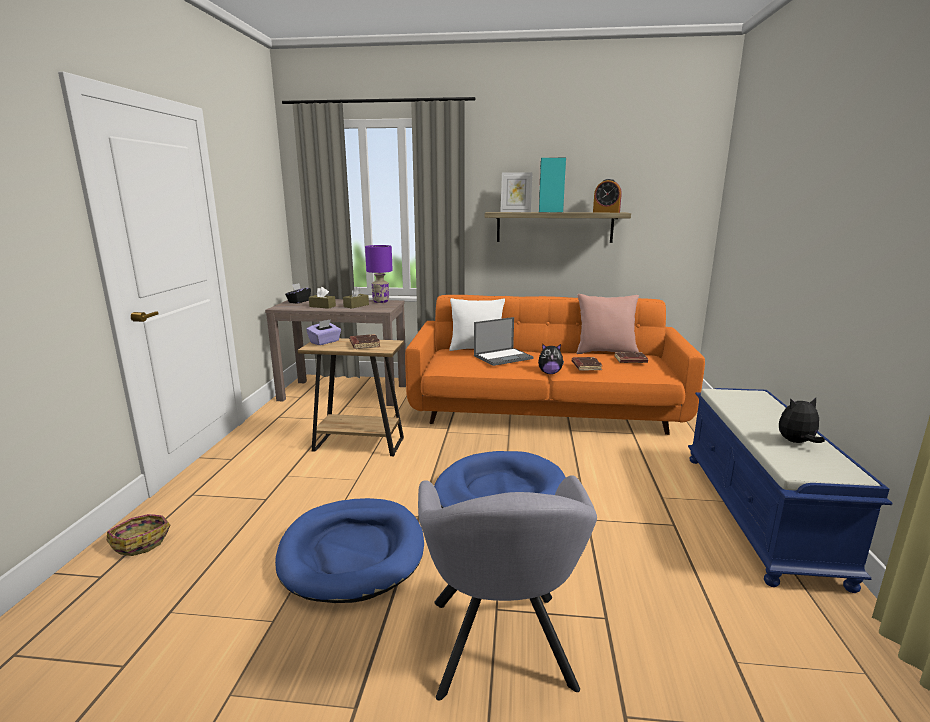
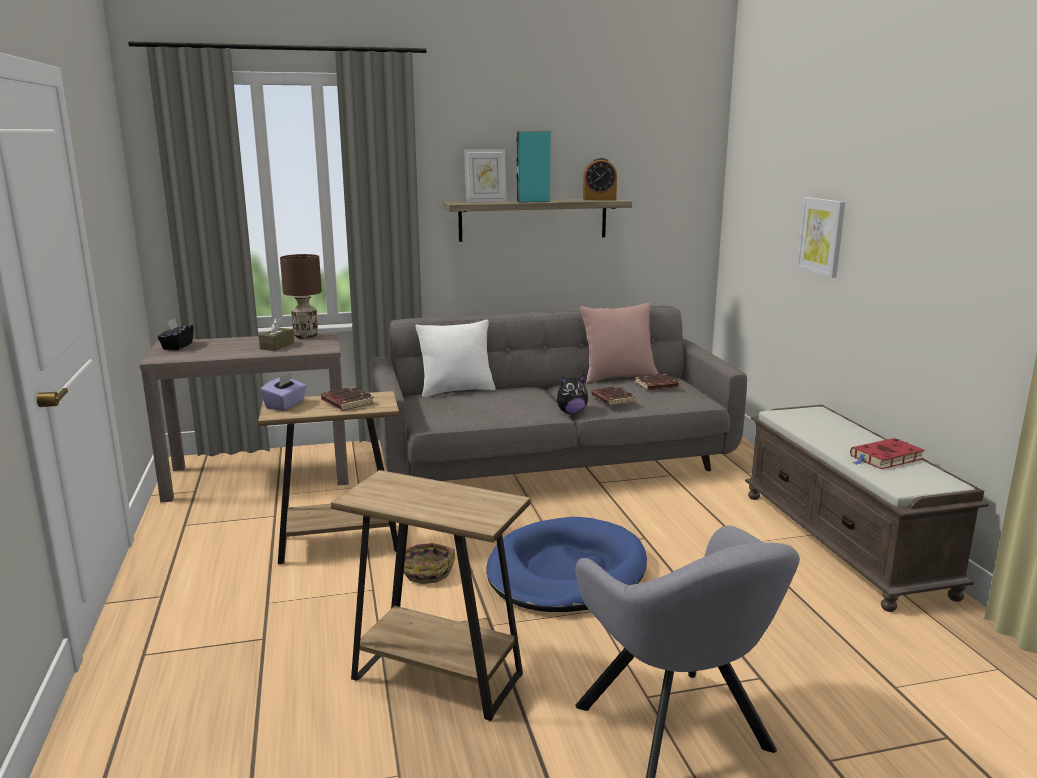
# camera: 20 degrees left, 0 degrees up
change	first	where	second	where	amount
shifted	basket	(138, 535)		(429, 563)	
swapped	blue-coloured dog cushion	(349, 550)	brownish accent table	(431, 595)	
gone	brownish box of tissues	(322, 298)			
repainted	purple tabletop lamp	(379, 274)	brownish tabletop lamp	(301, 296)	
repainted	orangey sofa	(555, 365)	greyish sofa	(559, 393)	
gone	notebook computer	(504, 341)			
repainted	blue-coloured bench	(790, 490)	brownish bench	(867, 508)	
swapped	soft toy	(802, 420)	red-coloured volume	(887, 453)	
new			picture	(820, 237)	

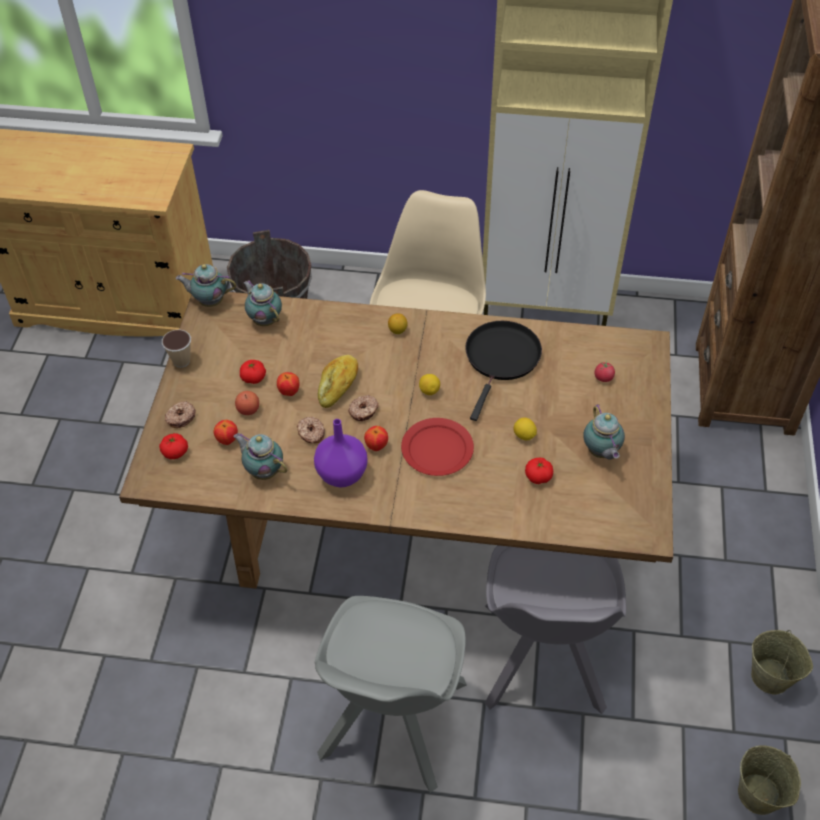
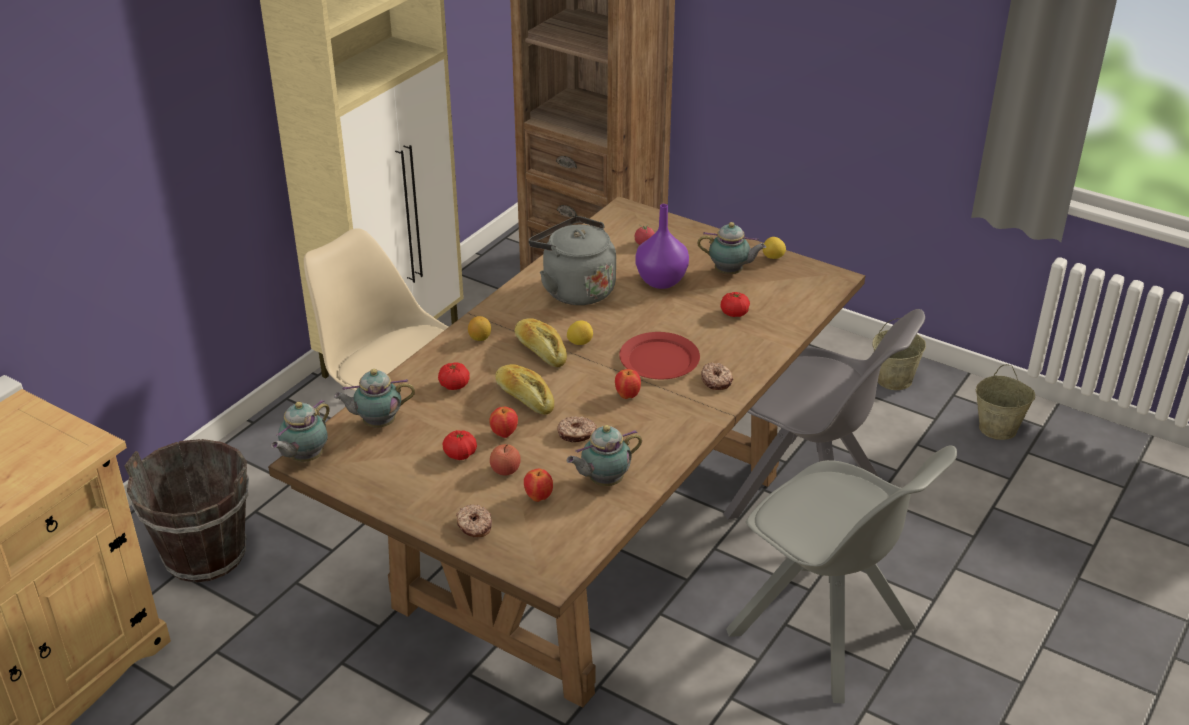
# camera: 65 degrees left, 15 degrees down
change	first	where	second	where	amount
shifted	whole tomato	(173, 446)		(454, 376)	
gone	small cup	(176, 349)			
shifted	purple flower vase	(341, 453)		(662, 246)	
shifted	donut	(363, 408)		(717, 376)	
swapped	black-coloured frying pan	(503, 371)	greyish water kettle	(572, 260)	
shifted	whole lemon	(525, 429)		(774, 248)	
new			bakery bread	(541, 342)	

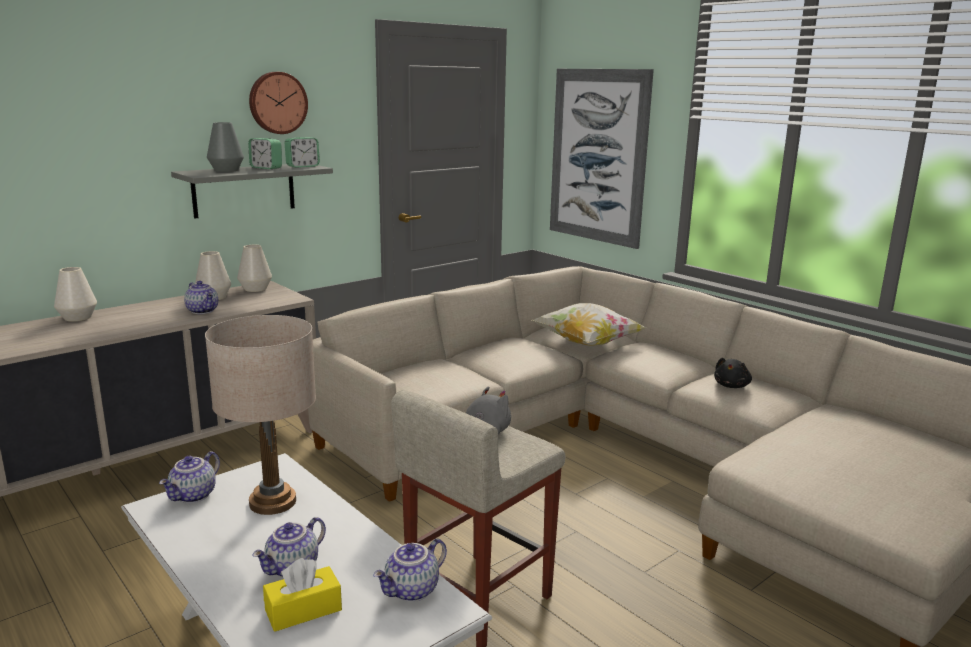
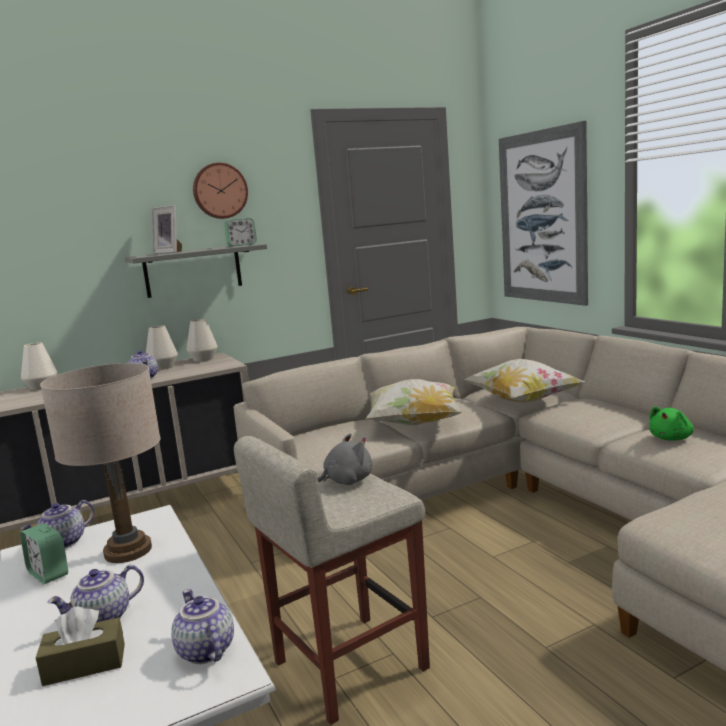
# camera: 15 degrees right, 5 degrees down
change	first	where	second	where	amount
swapped	greyish flower vase	(225, 147)	picture frame	(167, 229)	
shifted	bedside clock	(265, 153)		(44, 553)	
repainted	yellow box of tissues	(302, 595)	brownish box of tissues	(80, 646)	
rotated	pot for tea	(410, 570)		(202, 626)	90 degrees clockwise
repainted	black-coloured soft toy	(733, 373)	green soft toy	(671, 423)	
new			pillow	(415, 402)	

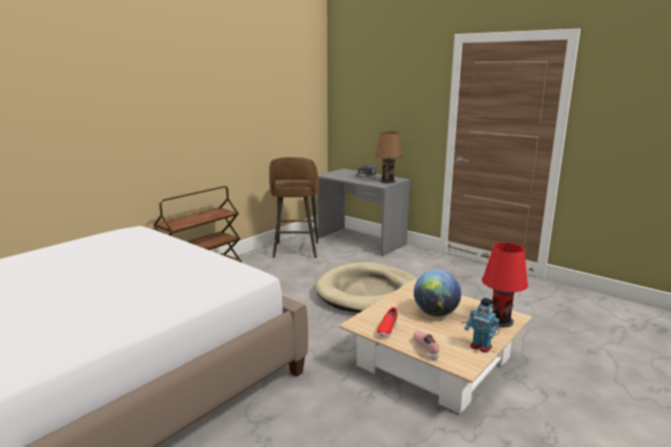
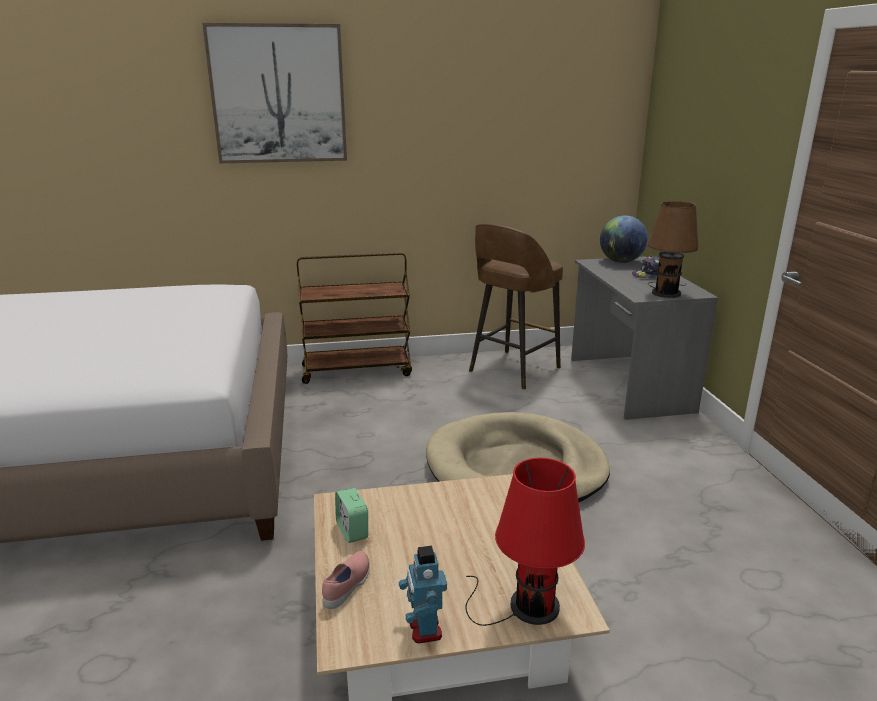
# camera: 40 degrees right, 5 degrees up
change	first	where	second	where	amount
swapped	red-coloured low shoe	(387, 322)	bedside clock	(351, 515)	
shifted	world globe	(437, 293)		(624, 239)	
new			picture	(274, 93)	

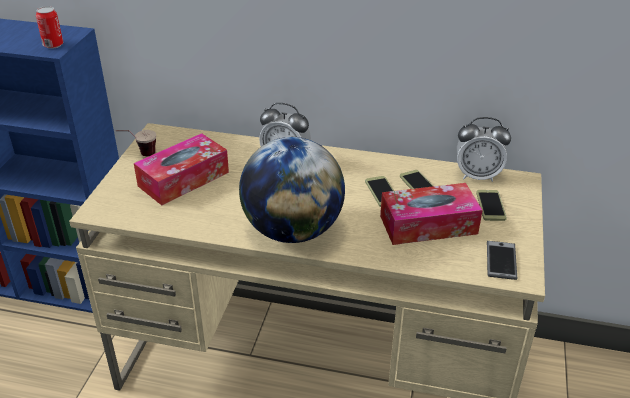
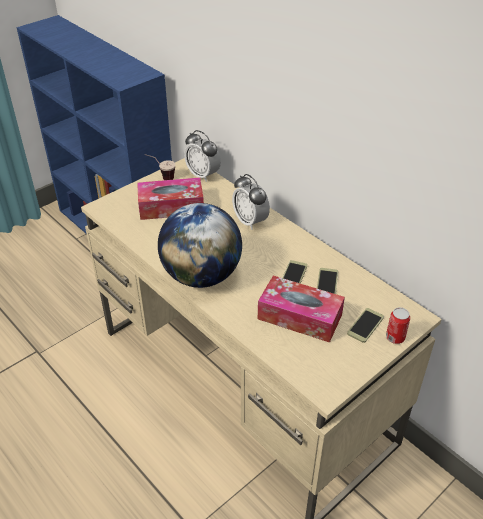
# camera: 35 degrees right, 5 degrees up
change	first	where	second	where	amount
shifted	metal can	(49, 27)		(398, 325)	
shifted	bedside clock	(484, 149)		(202, 156)	
gone	handset	(502, 260)			

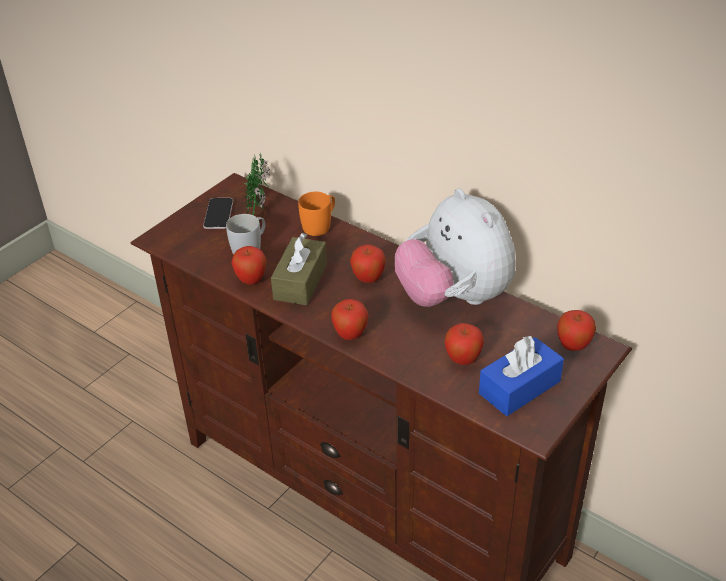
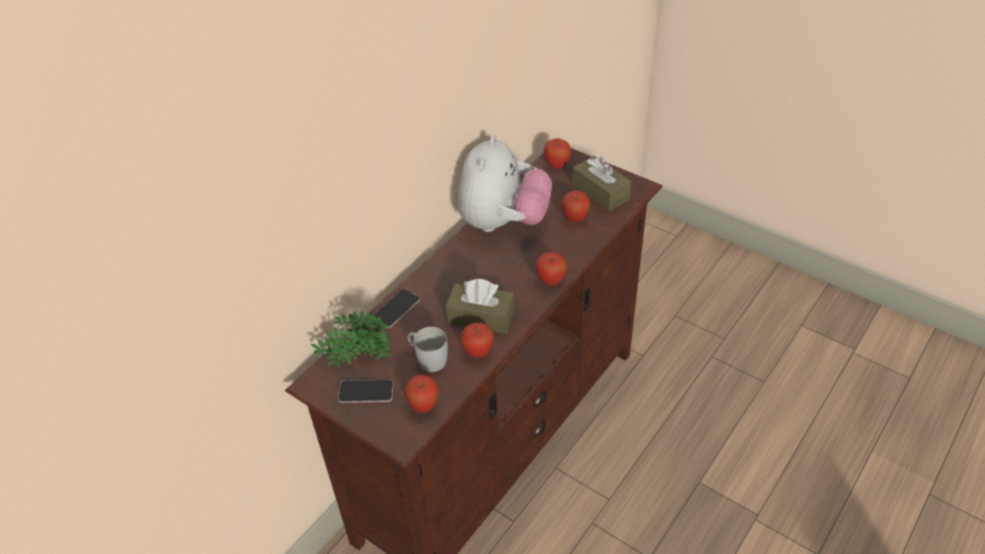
# camera: 90 degrees left, 5 degrees up
change	first	where	second	where	amount
swapped	orangey coffee mug	(316, 214)	handset	(397, 308)	
shifted	apple fruit	(368, 263)		(421, 393)	
rotated	soft toy	(455, 247)		(505, 183)	45 degrees counterclockwise
repainted	blue-coloured box of tissues	(521, 376)	brownish box of tissues	(602, 183)	

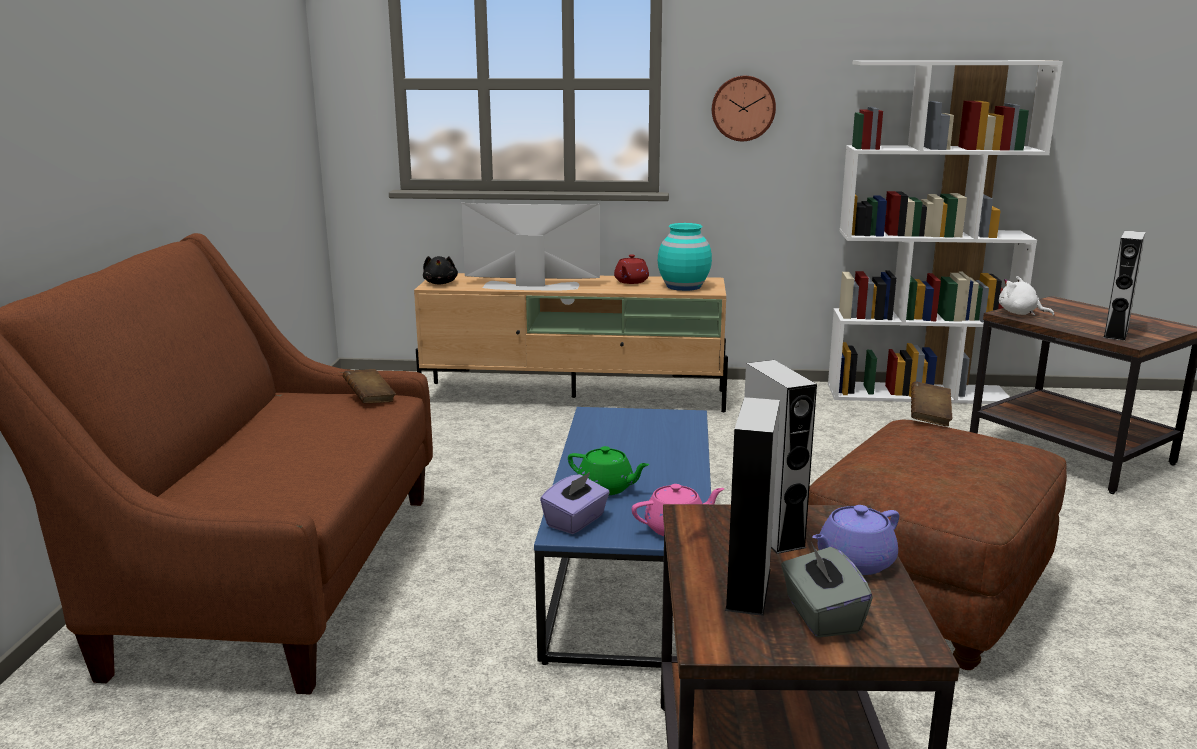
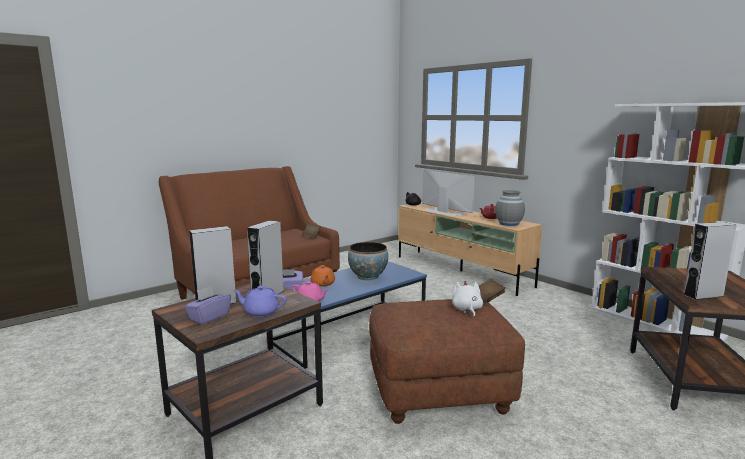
# camera: 45 degrees right, 5 degrees down
change	first	where	second	where	amount
repainted	green pot for tea	(609, 470)	orangey pot for tea	(323, 276)	
repainted	blue-green flower vase	(685, 257)	greyish flower vase	(510, 208)	
gone	clock on the wall	(744, 108)			
repainted	greyish box of tissues	(827, 589)	purple box of tissues	(207, 305)	
shifted	whitish soft toy	(1026, 296)		(467, 299)	
new			serving bowl	(368, 261)	

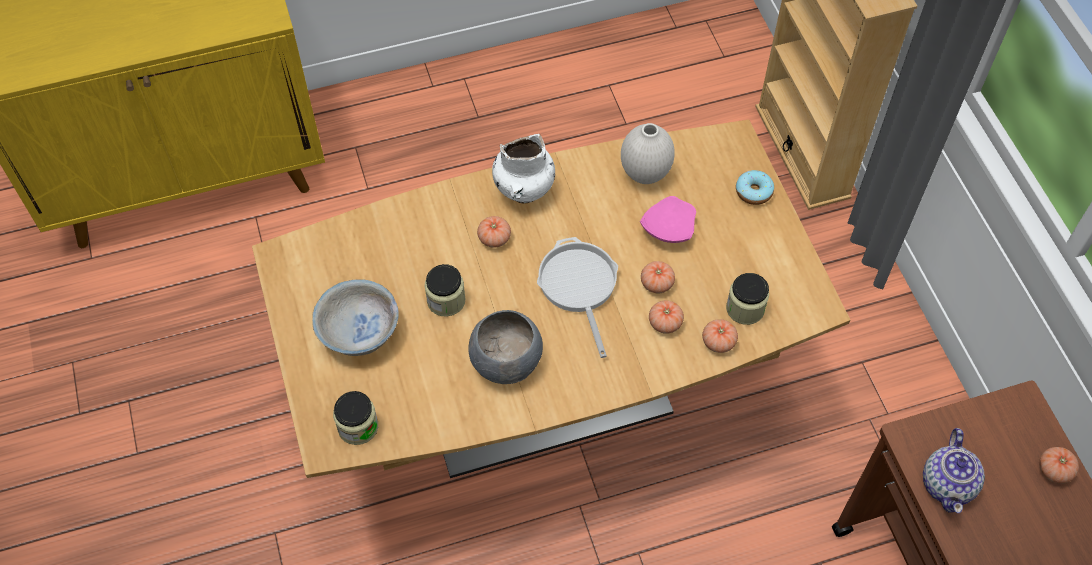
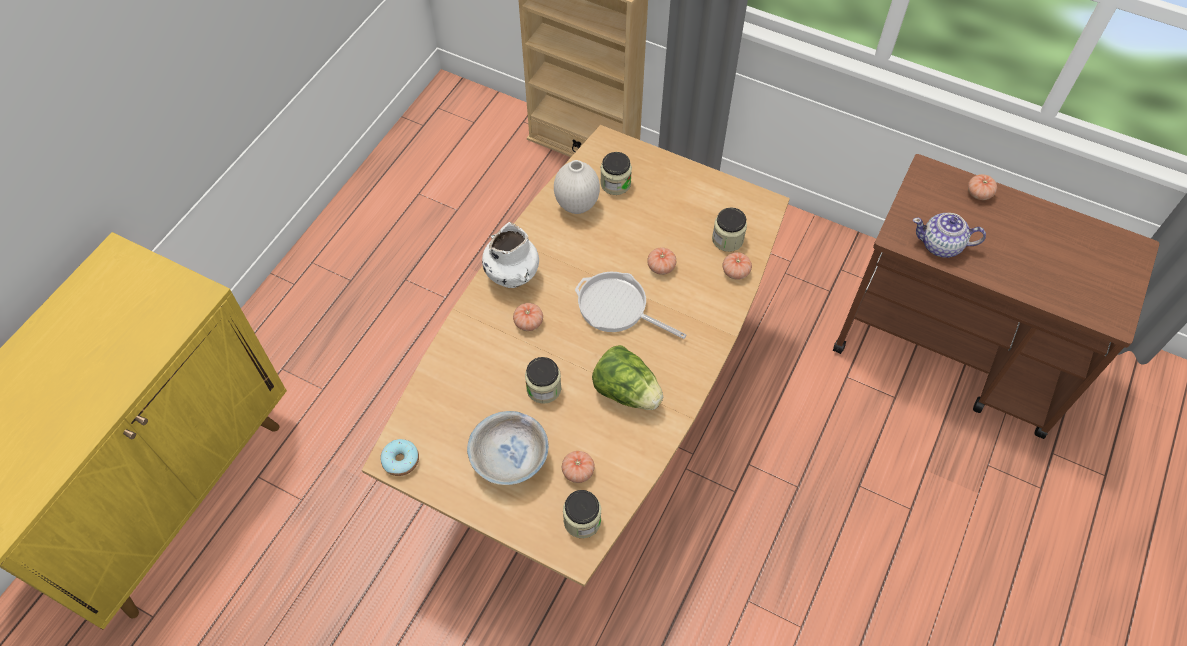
# camera: 45 degrees left, 0 degrees up
change	first	where	second	where	amount
swapped	greyish serving bowl	(505, 347)	lettuce	(627, 377)	
gone	pink plate	(668, 219)			
shifted	whole tomato	(666, 317)		(578, 467)	
shifted	donut	(755, 187)		(400, 457)	
rotated	pot for tea	(954, 470)		(949, 235)	135 degrees clockwise
new			jar	(616, 173)	

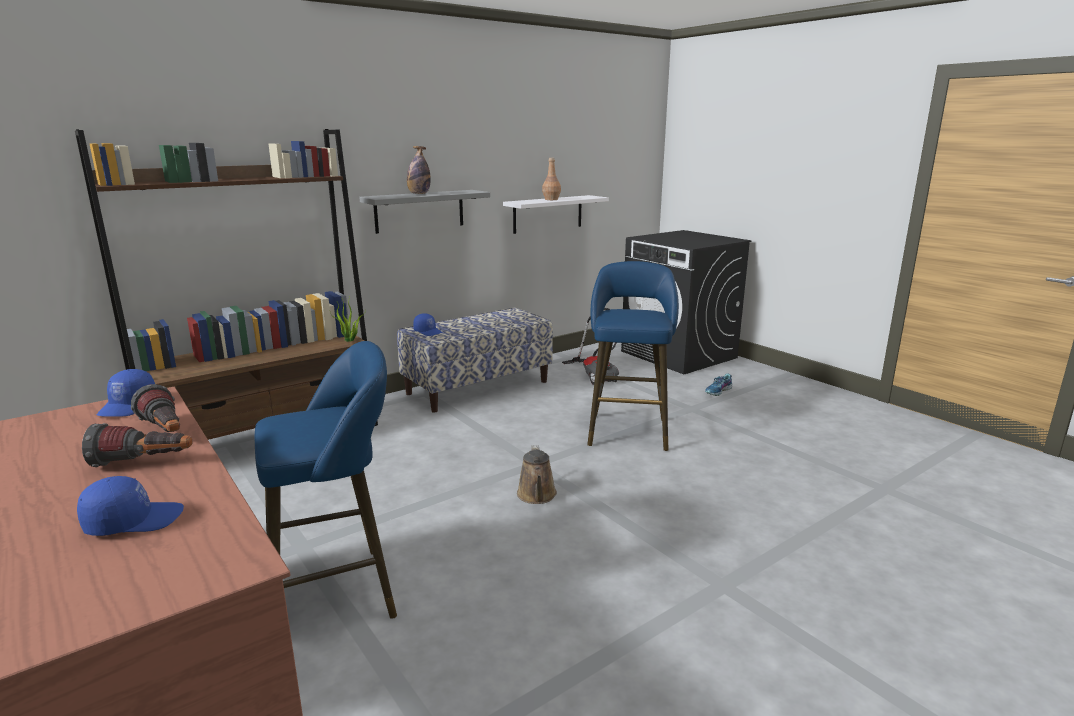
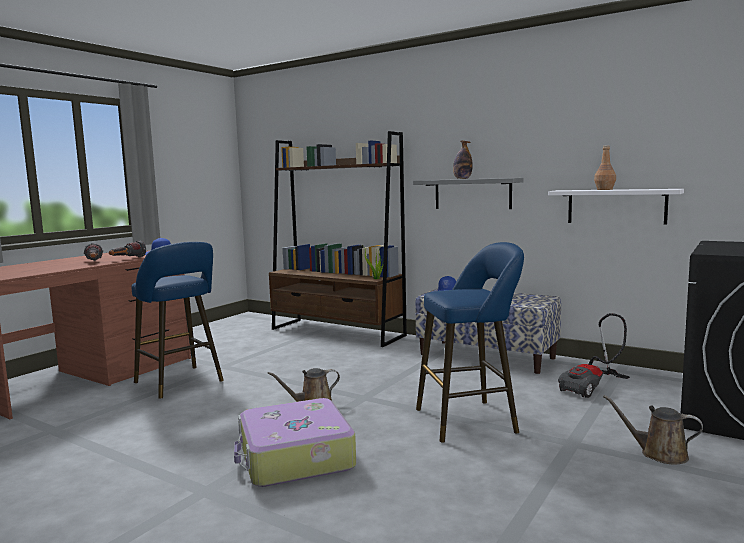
# camera: 70 degrees right, 10 degrees down
change	first	where	second	where	amount
gone	blue-coloured cap	(130, 506)			
swapped	low shoe	(718, 385)	brownish watering pot	(653, 430)	
new			travel case	(295, 442)	

